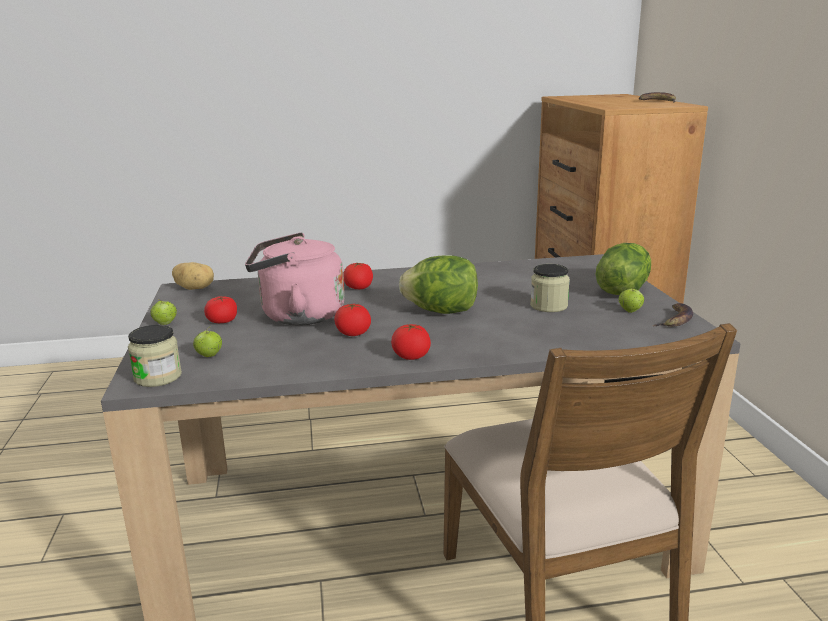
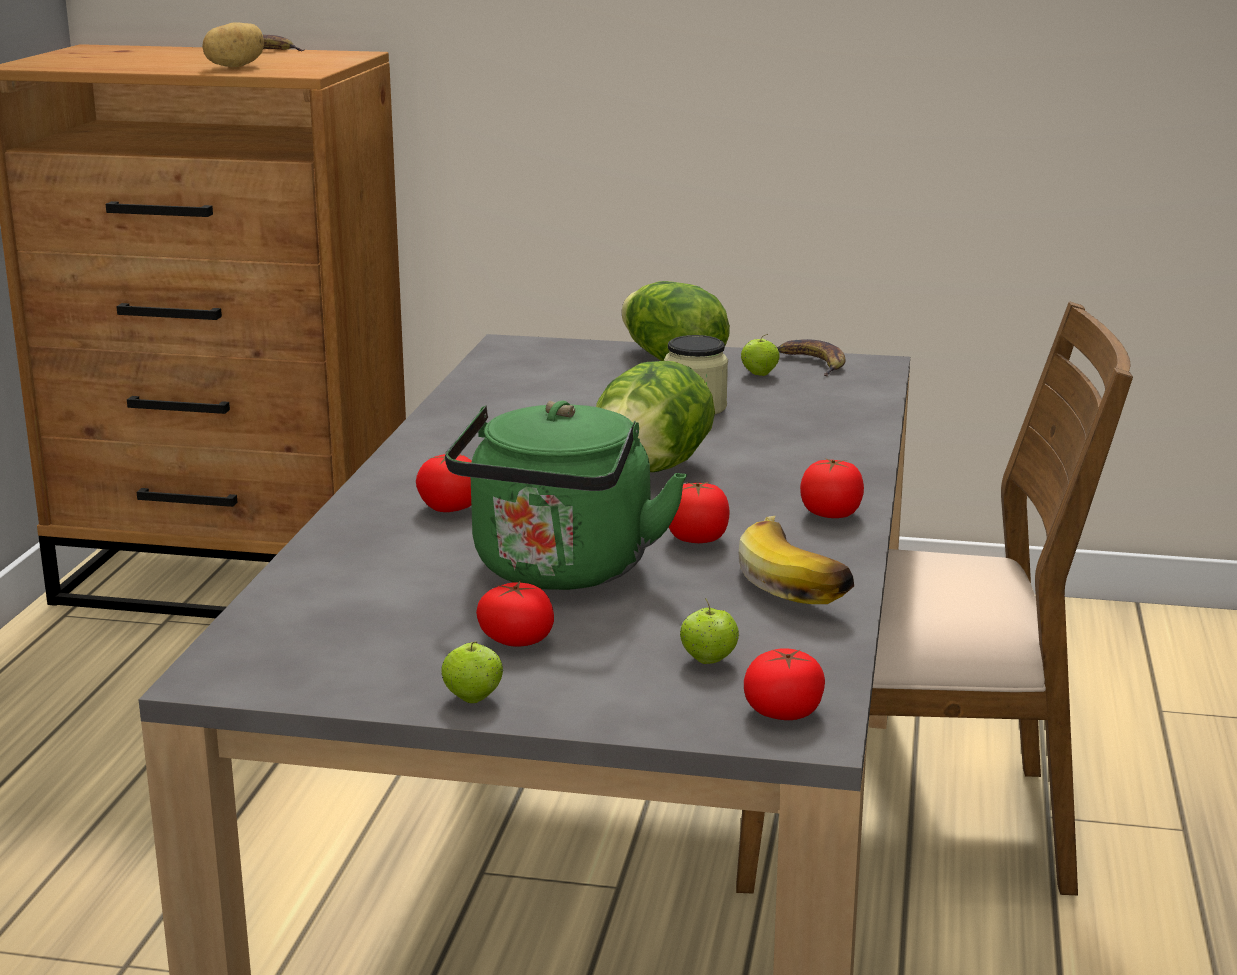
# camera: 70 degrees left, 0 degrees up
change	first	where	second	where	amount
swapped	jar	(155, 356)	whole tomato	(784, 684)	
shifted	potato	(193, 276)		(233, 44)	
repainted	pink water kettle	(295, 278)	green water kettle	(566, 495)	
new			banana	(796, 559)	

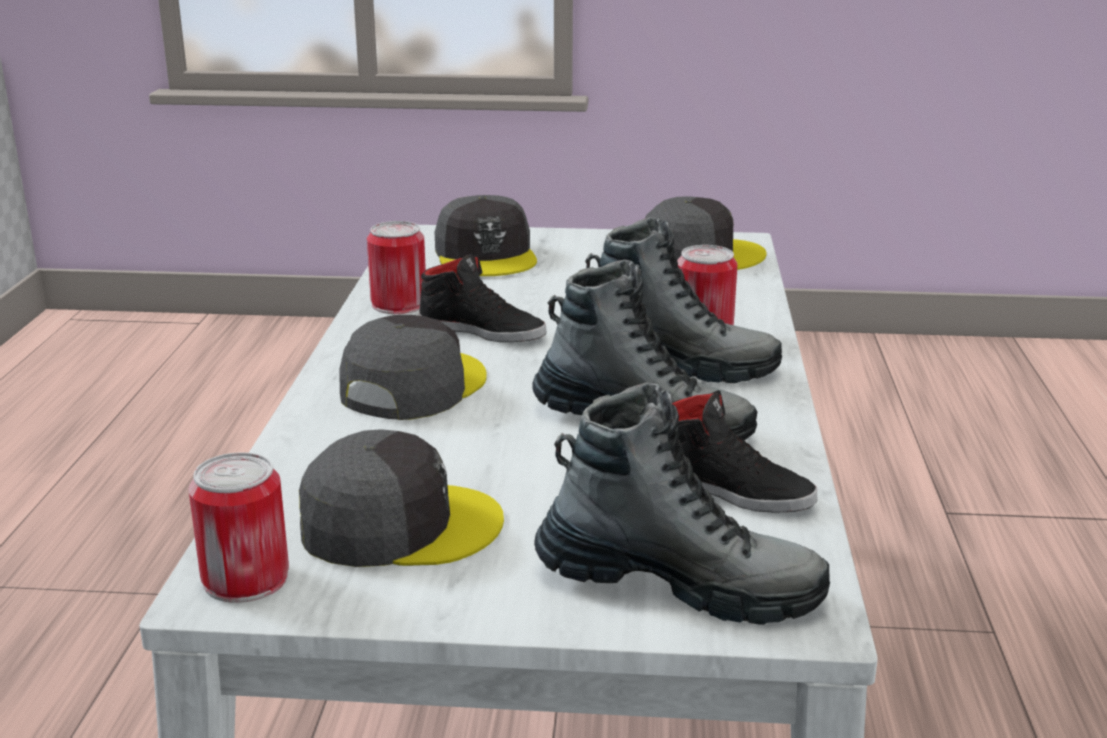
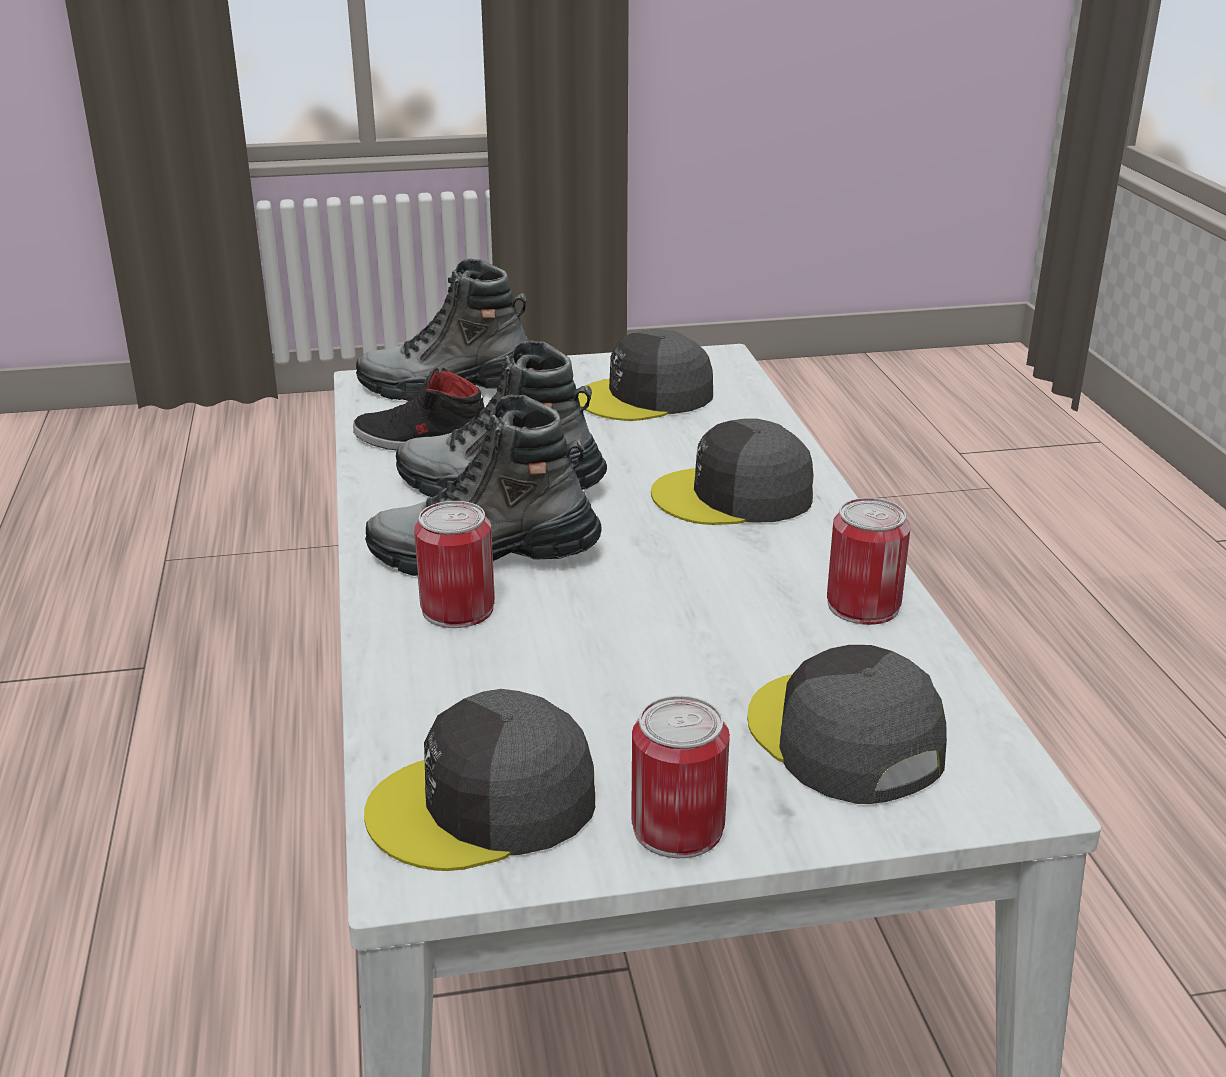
# camera: 165 degrees right, 5 degrees up
change	first	where	second	where	amount
shifted	metal can	(238, 527)		(680, 777)	
rotated	greyish cap	(413, 367)		(732, 472)	75 degrees clockwise
gone	black-coloured low shoe	(483, 298)			

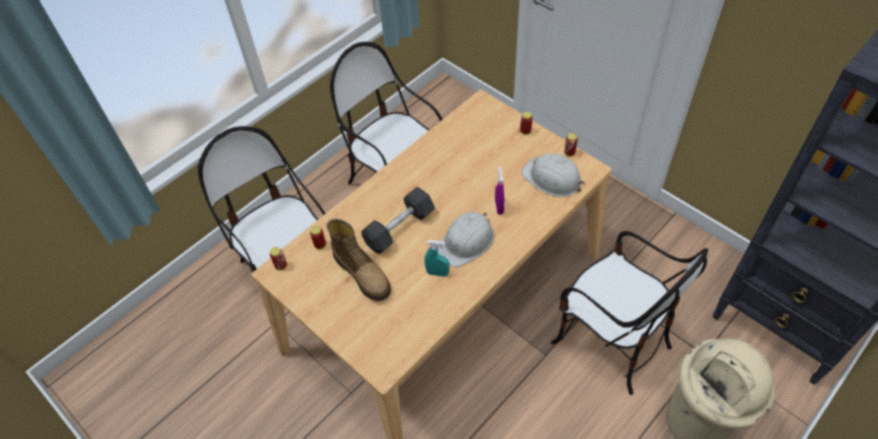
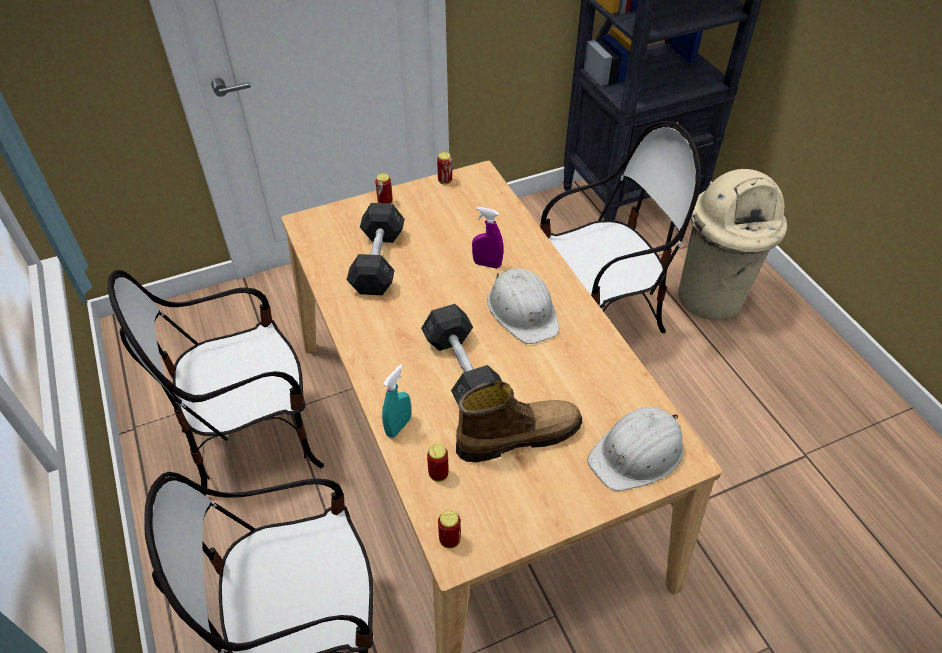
# camera: 70 degrees left, 5 degrees down
change	first	where	second	where	amount
shifted	blue-green spray bottle	(437, 258)		(396, 401)	
shifted	whitish safety helmet	(553, 175)		(635, 449)	
new			greyish dumbbell	(376, 249)	

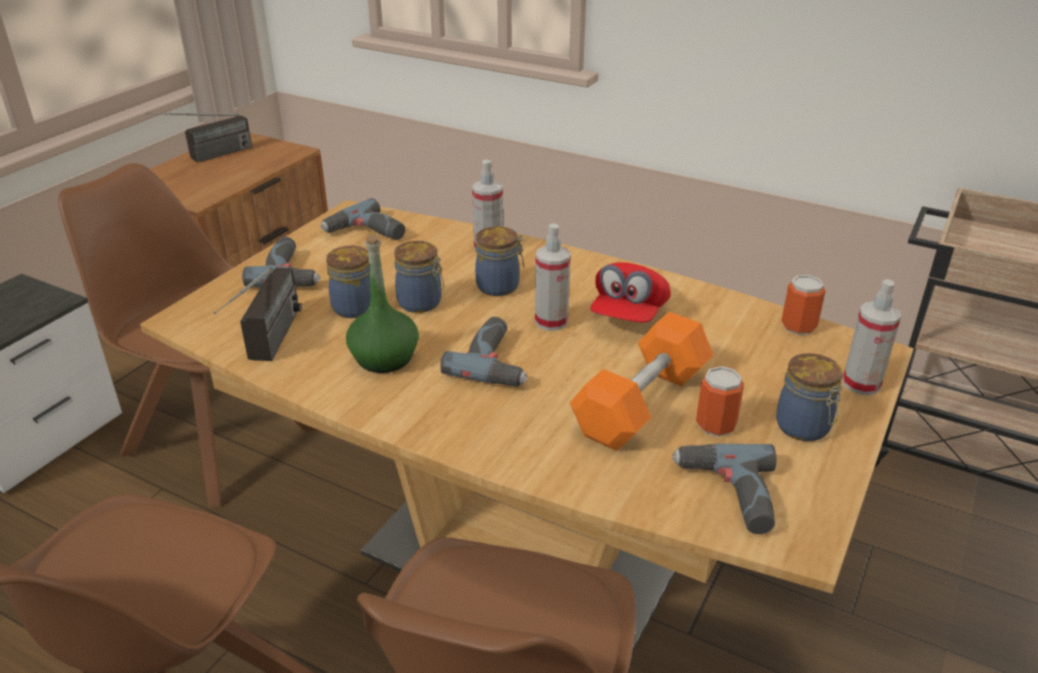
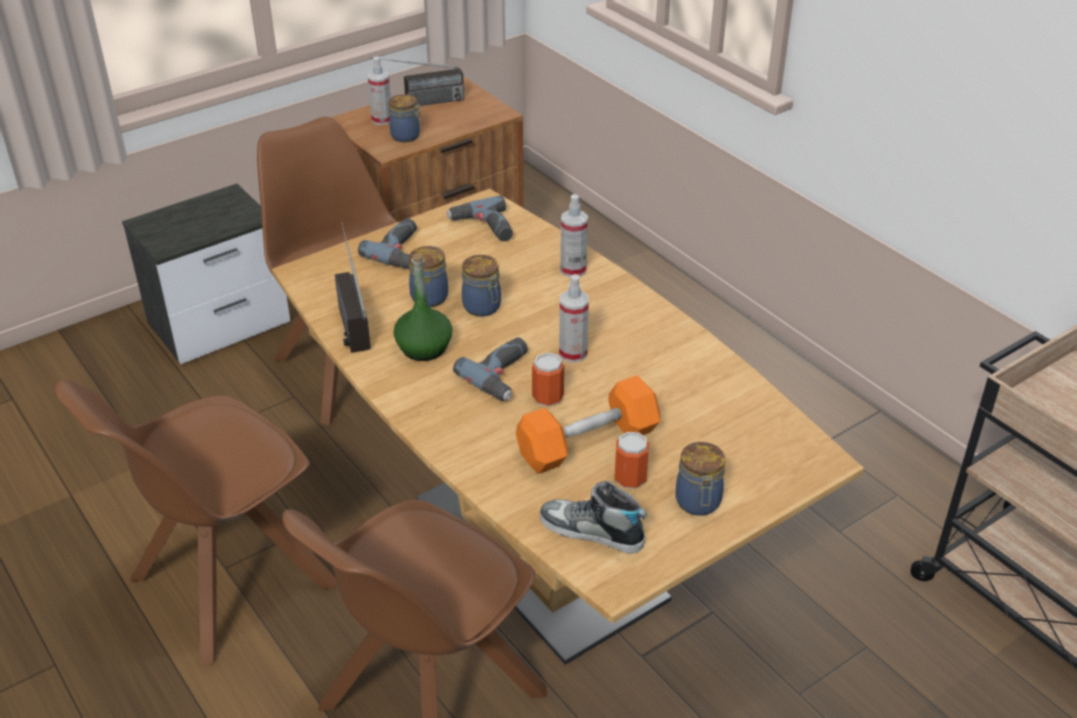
# camera: 25 degrees right, 5 degrees up
change	first	where	second	where	amount
rotated	radio set	(258, 314)		(353, 287)	135 degrees clockwise
shifted	jar	(499, 261)		(405, 118)	
gone	red-coloured cap	(630, 292)			
swapped	drill	(724, 489)	low shoe	(593, 517)	
shifted	metal can	(803, 305)		(548, 380)	
shifted	spray bottle	(872, 337)		(379, 91)	

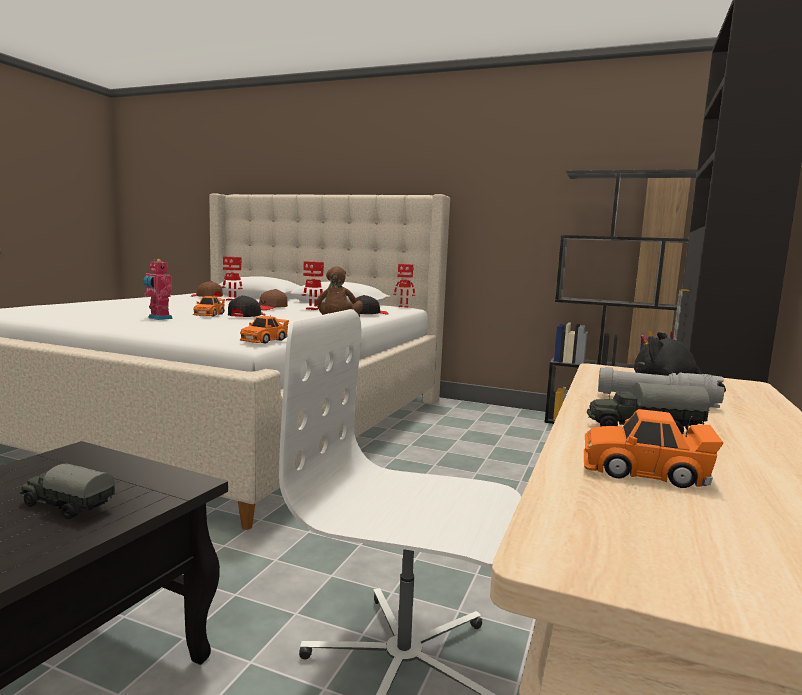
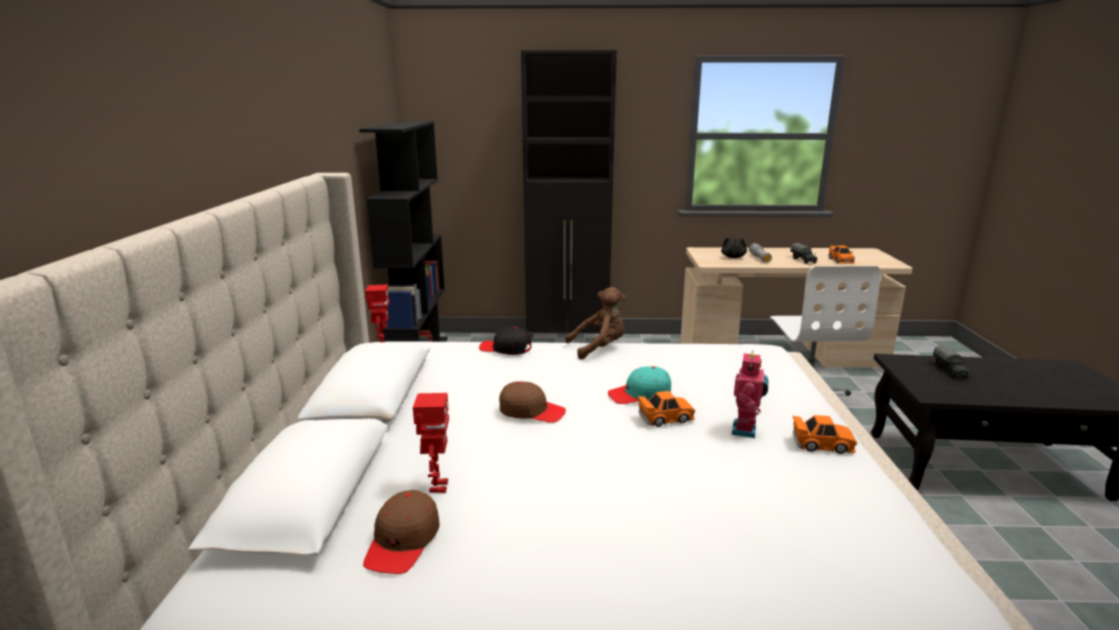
# camera: 110 degrees left, 10 degrees up
change	first	where	second	where	amount
repainted	black-coloured cap	(246, 306)	blue-green cap	(639, 385)	
shifted	orangey model car	(264, 329)		(825, 434)	
gone	robot figure	(313, 285)			

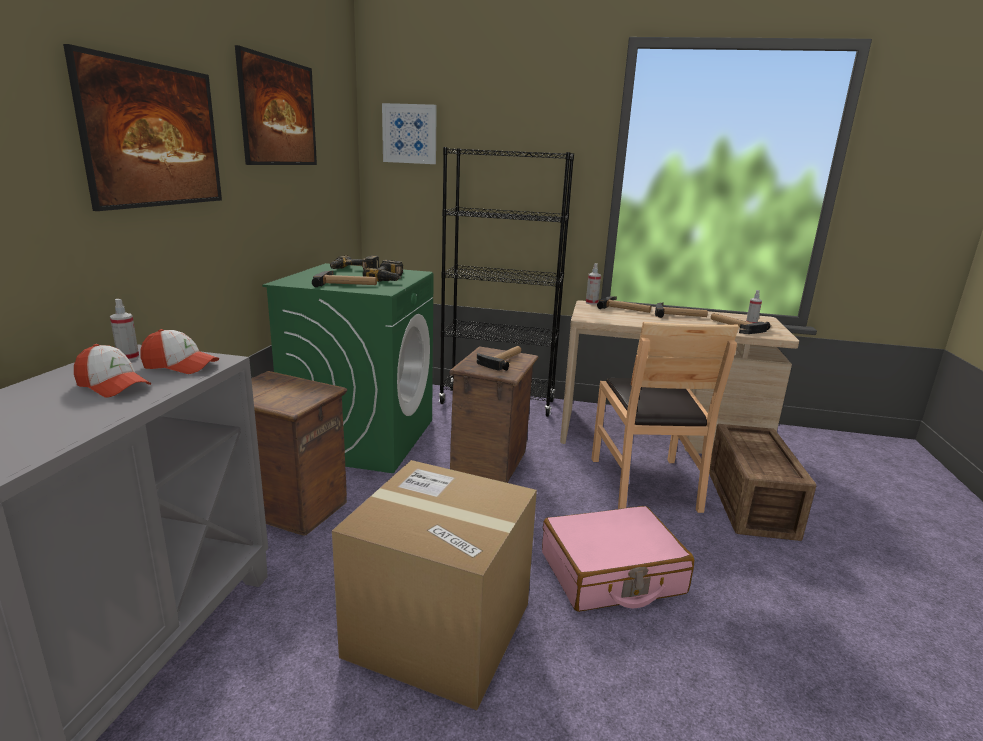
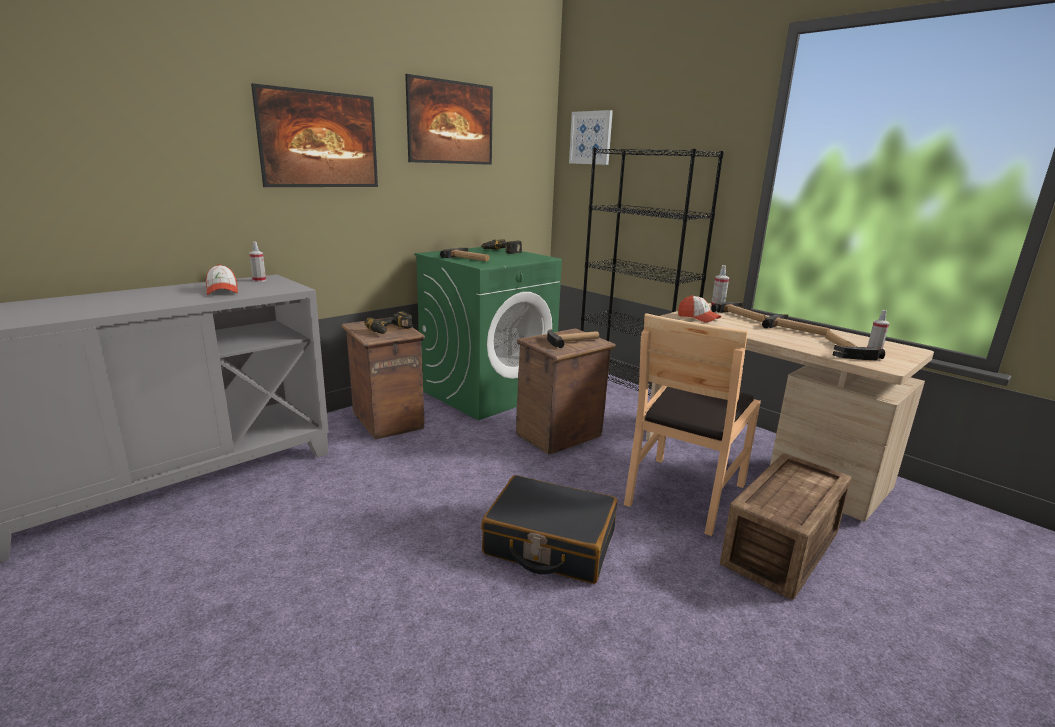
# camera: 35 degrees right, 0 degrees up
change	first	where	second	where	amount
shifted	cap	(179, 351)		(699, 308)	
gone	carton	(434, 585)			
shifted	drill	(383, 271)		(389, 322)	
repainted	pink travel case	(618, 559)	black-coloured travel case	(549, 529)	

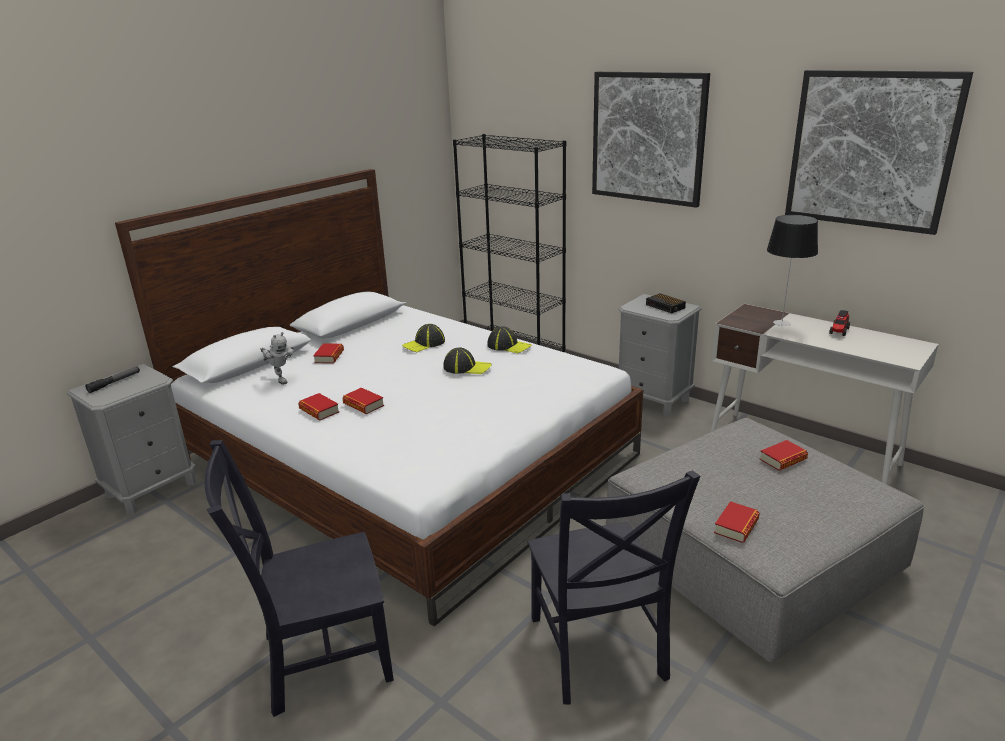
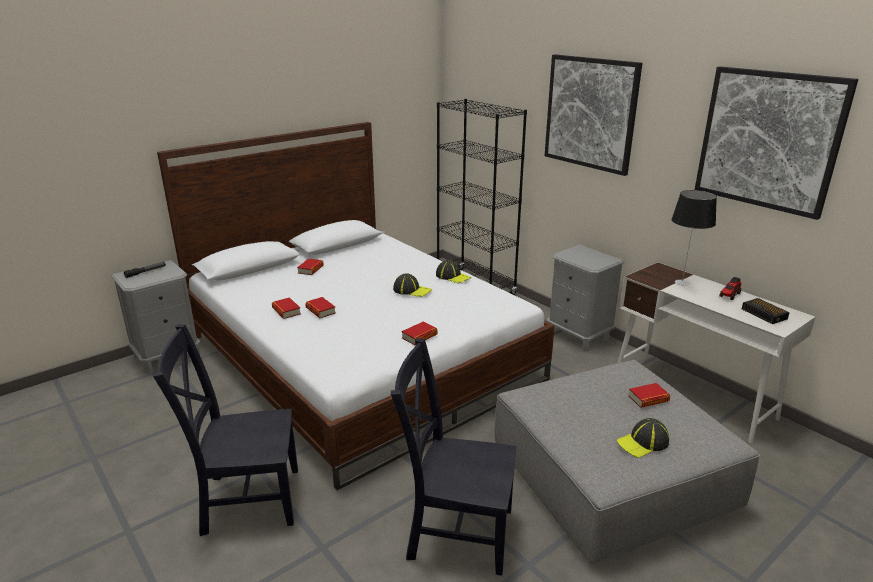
# camera: 10 degrees right, 0 degrees up
change	first	where	second	where	amount
gone	robot figure	(277, 358)			
shifted	cap	(423, 338)		(643, 438)	
rotated	black-coloured chair	(614, 587)		(454, 457)	105 degrees clockwise
shifted	bedside clock	(666, 303)		(766, 311)	
shifted	volume	(737, 522)		(419, 333)	

